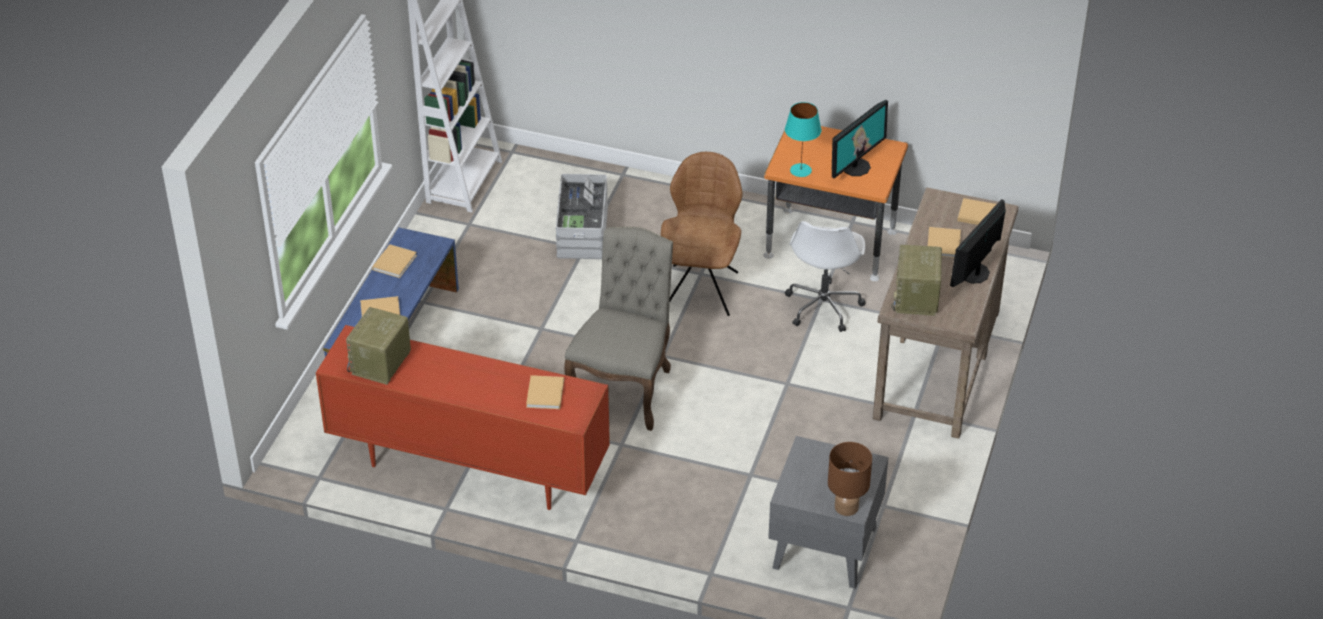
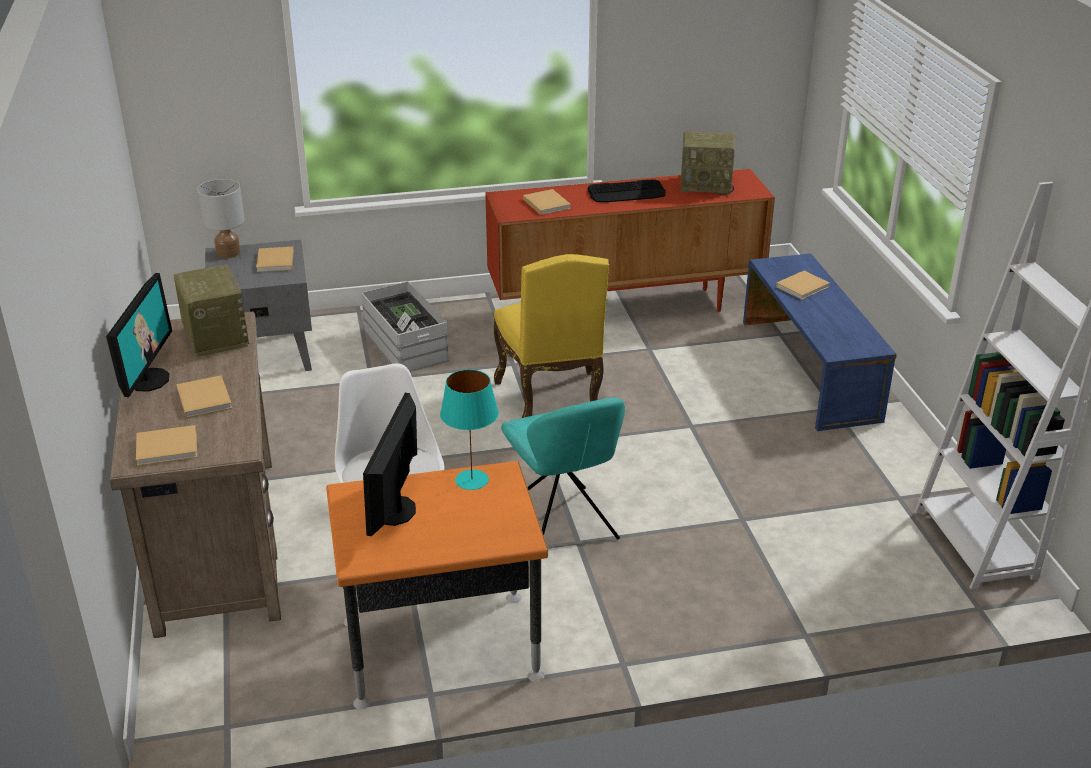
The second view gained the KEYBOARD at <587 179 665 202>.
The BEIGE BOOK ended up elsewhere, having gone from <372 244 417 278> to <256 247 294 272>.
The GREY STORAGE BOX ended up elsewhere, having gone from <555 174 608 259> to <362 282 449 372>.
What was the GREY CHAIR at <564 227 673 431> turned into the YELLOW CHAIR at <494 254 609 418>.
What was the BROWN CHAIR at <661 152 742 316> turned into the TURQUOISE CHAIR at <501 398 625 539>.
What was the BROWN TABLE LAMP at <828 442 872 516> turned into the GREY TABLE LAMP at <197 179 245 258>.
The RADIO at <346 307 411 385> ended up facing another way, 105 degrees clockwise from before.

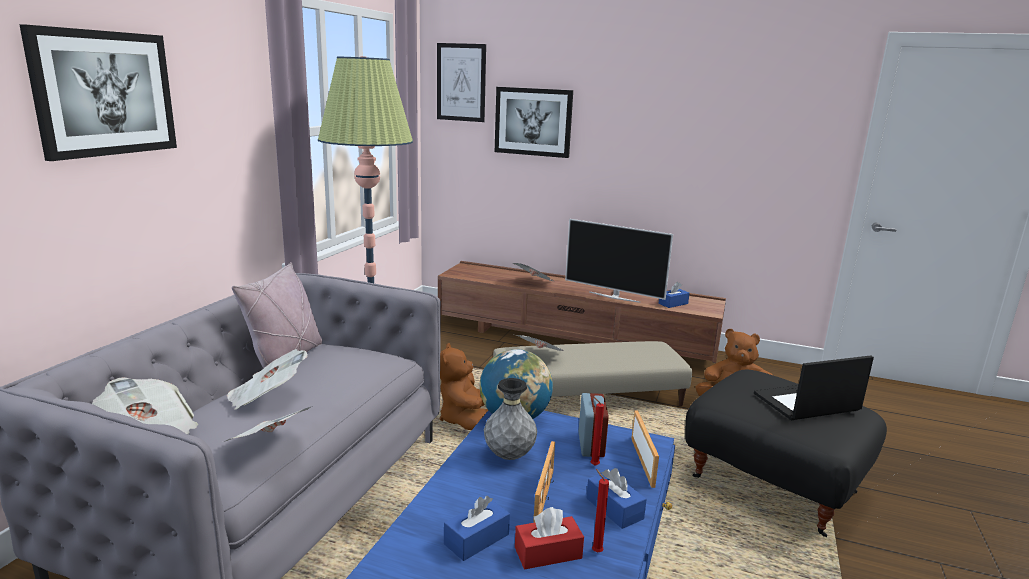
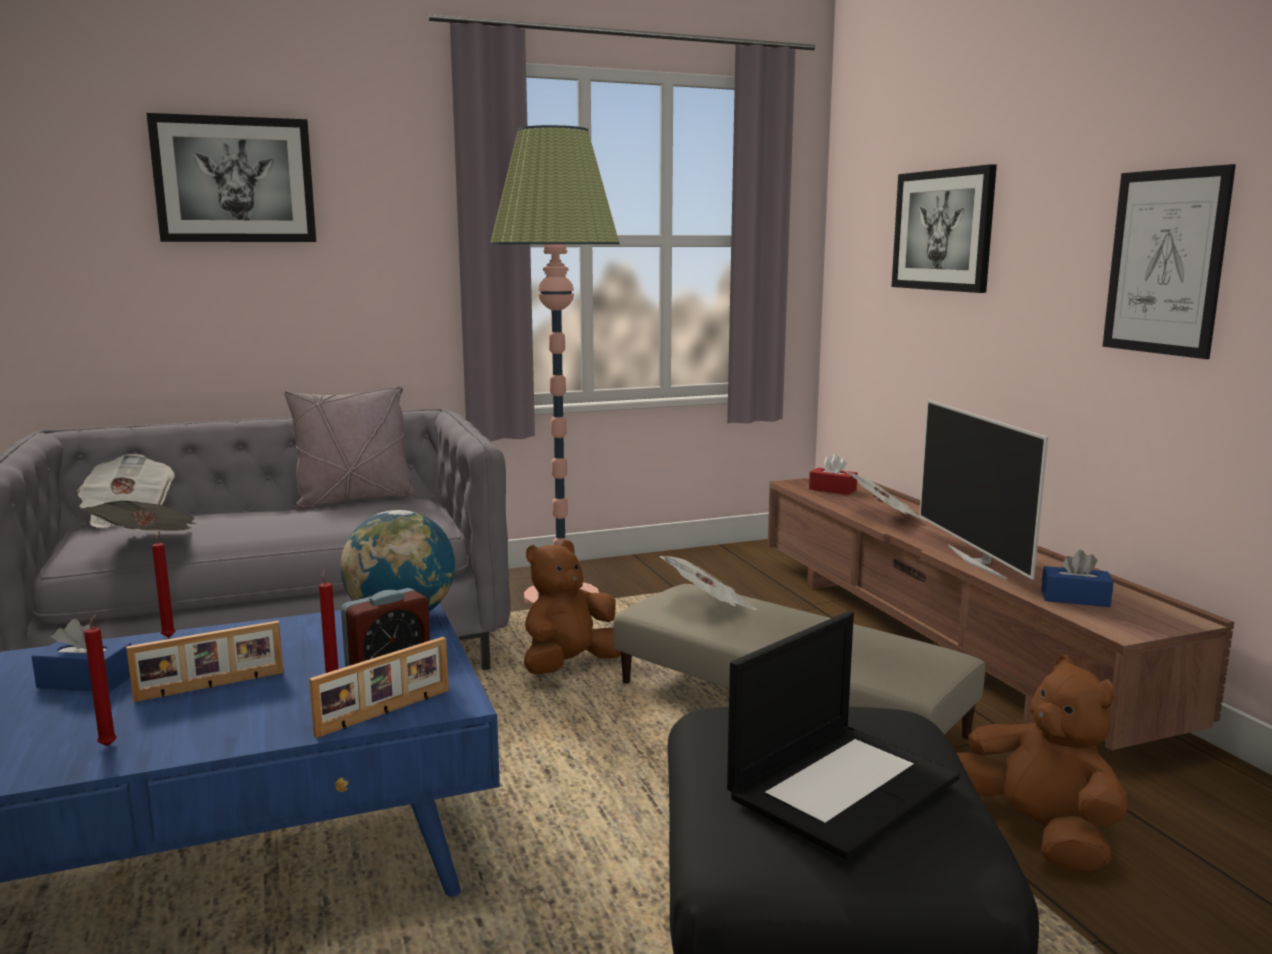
The second view lost the NEWSPAPER at <227 349 308 410>.
The second view lost the GREY VASE at <484 378 537 460>.
The second view lost the BLUE TISSUE BOX at <586 468 647 529>.
The second view gained the RED CANDLE at <152 531 176 637>.
The PICTURE ended up elsewhere, having gone from <437 43 486 122> to <1103 164 1236 359>.
The RED TISSUE BOX ended up elsewhere, having gone from <515 507 584 569> to <809 454 857 495>.
The LAPTOP at <754 355 874 420> ended up facing another way, 105 degrees clockwise from before.

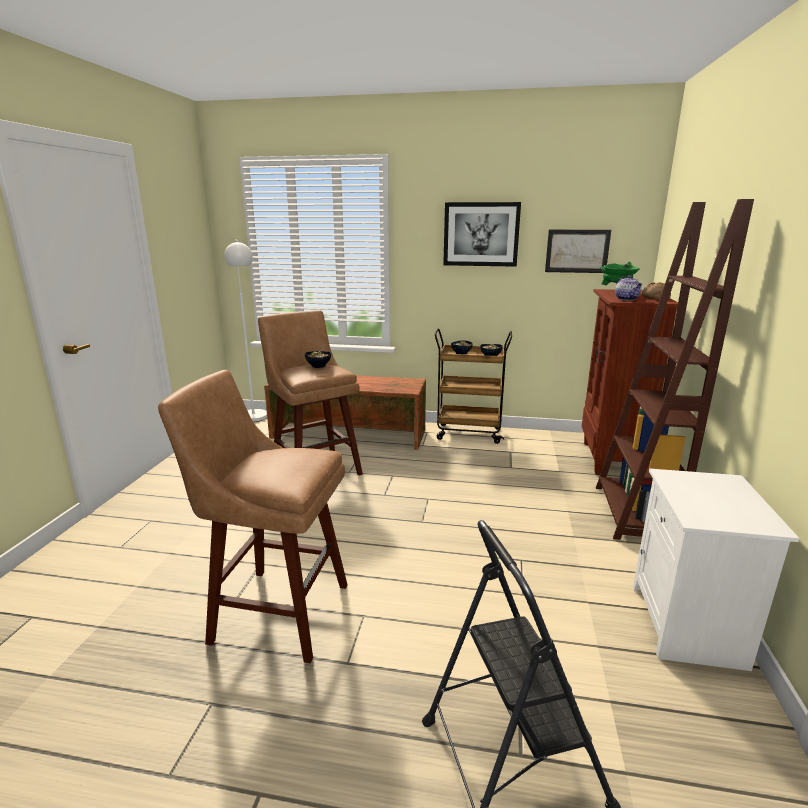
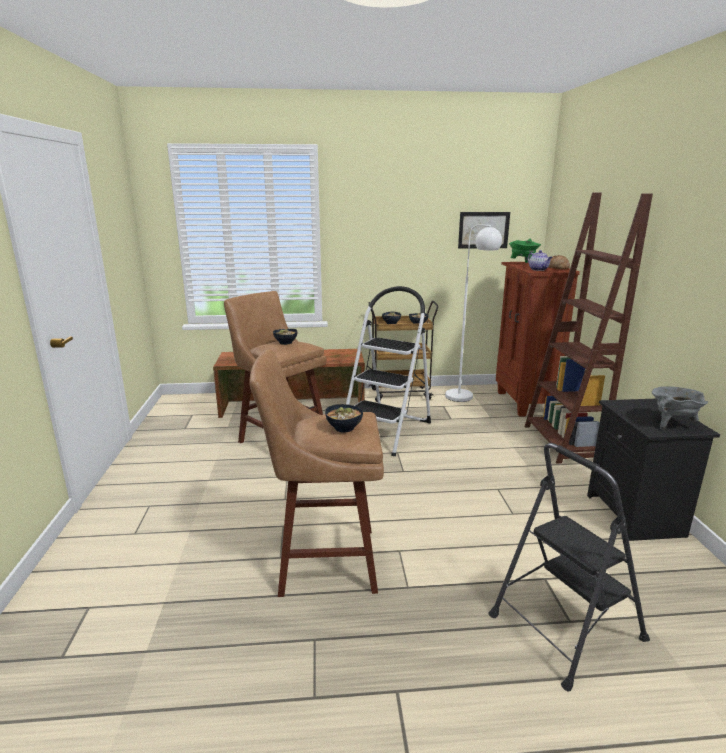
The second view lost the PICTURE at <443 202 521 267>.
The second view gained the BOWL at <325 404 363 433>.
The second view gained the STEP LADDER at <346 286 431 456>.
The second view gained the GREY COOKING POT at <652 386 708 430>.
The WHITE FLOOR LAMP ended up elsewhere, having gone from <225 240 267 422> to <445 224 502 402>.
What was the WHITE NIGHTSTAND at <633 469 800 671> turned into the BLACK NIGHTSTAND at <587 399 720 541>.

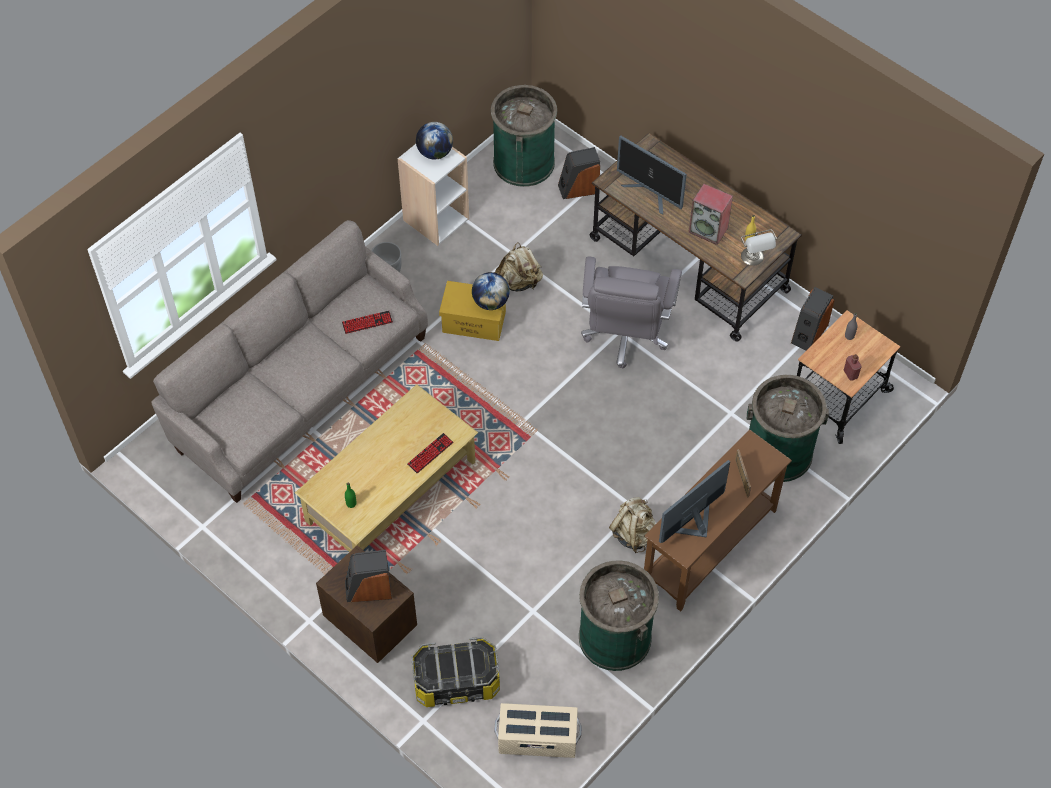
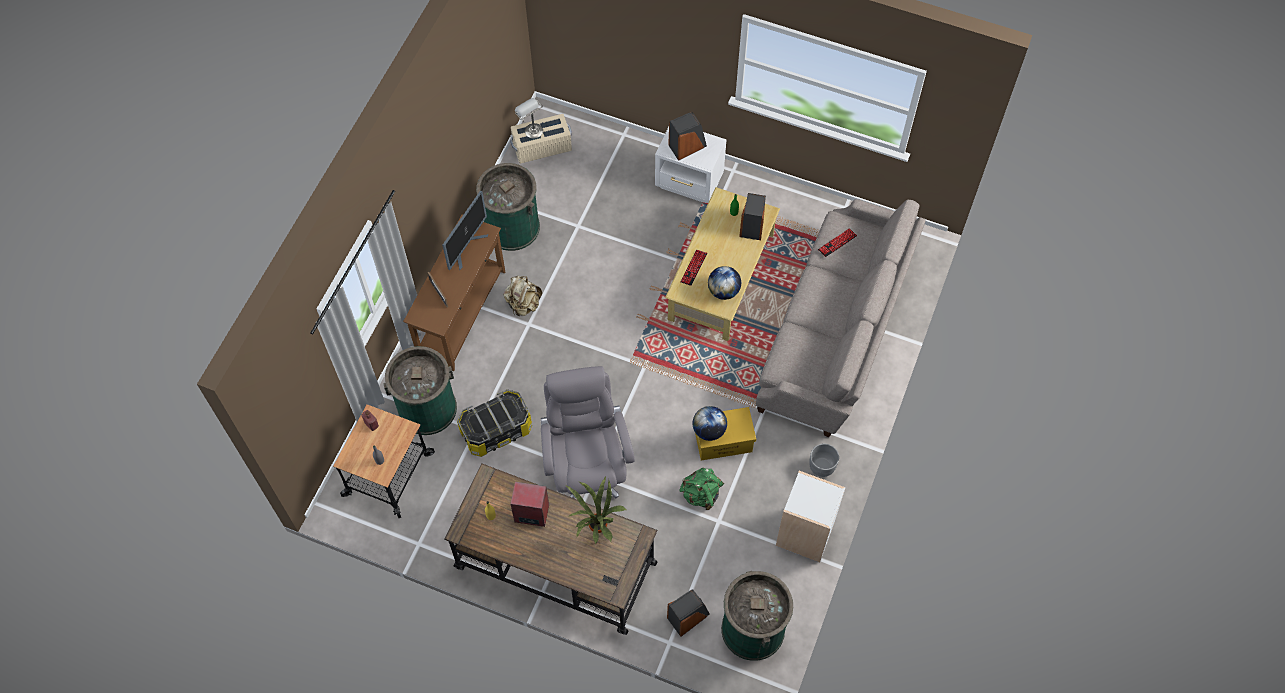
The KEYBOARD ended up elsewhere, having gone from <342 311 393 334> to <818 228 857 257>.
The STORAGE BOX ended up elsewhere, having gone from <411 637 500 707> to <457 389 532 457>.
The GLOBE ended up elsewhere, having gone from <416 122 453 160> to <708 266 741 300>.
The WHITE TABLE LAMP ended up elsewhere, having gone from <741 229 777 266> to <515 98 543 138>.
The SPEAKER ended up elsewhere, having gone from <791 287 834 351> to <739 193 766 240>.
Where the MONITOR stood at <617 135 687 215>, the POTTED PLANT came to stand at <565 475 628 545>.
What was the BROWN NIGHTSTAND at <316 545 417 663> turned into the WHITE NIGHTSTAND at <655 127 726 203>.
What was the BEIGE BACKPACK at <495 243 543 291> turned into the GREEN BACKPACK at <680 468 724 510>.

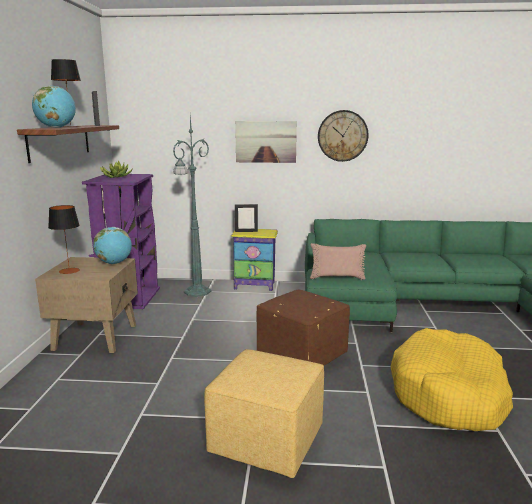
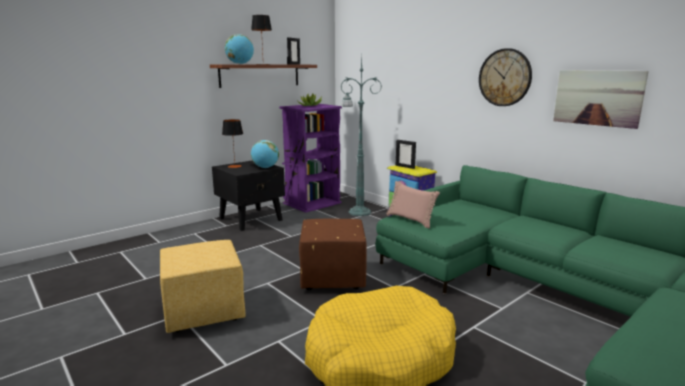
The PICTURE ended up elsewhere, having gone from <235 121 297 163> to <553 70 649 129>.
What was the BEIGE NIGHTSTAND at <35 257 138 353> turned into the BLACK NIGHTSTAND at <212 161 285 231>.

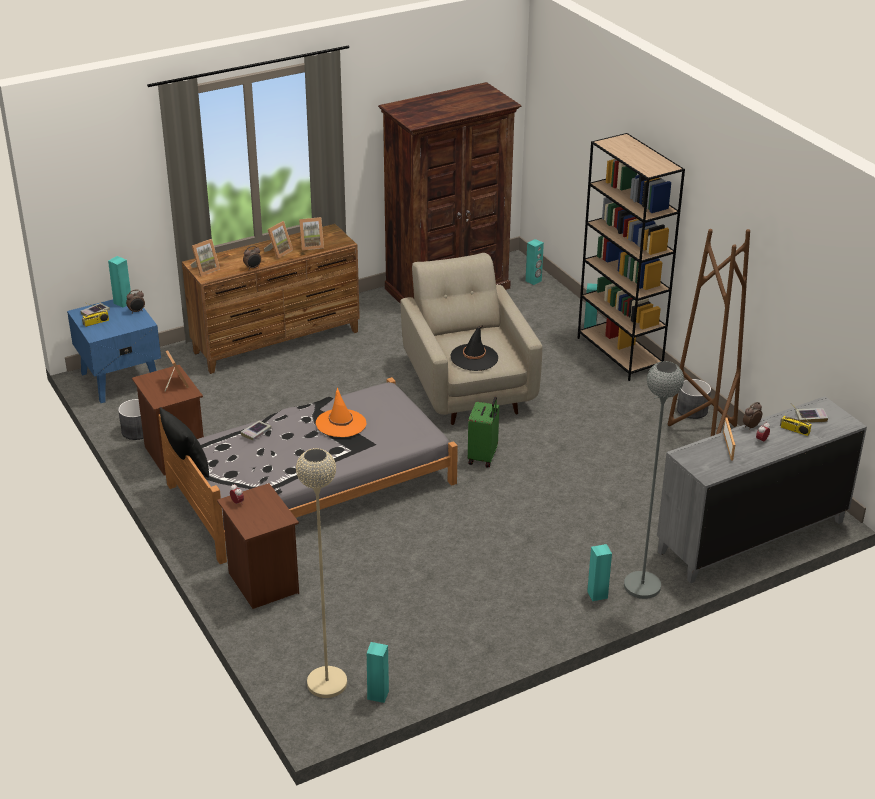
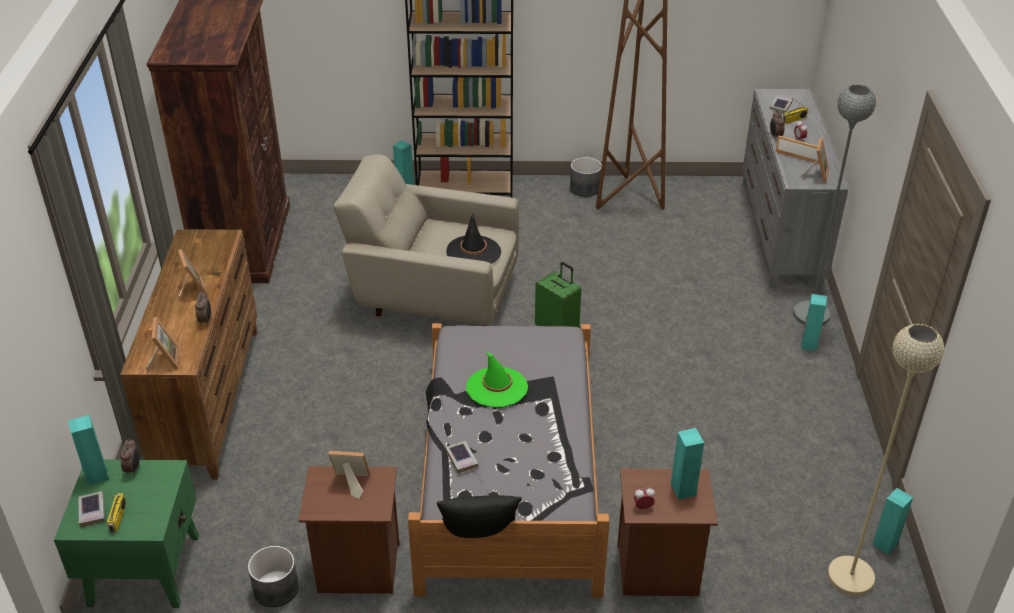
The PICTURE FRAME ended up elsewhere, having gone from <299 217 324 250> to <800 137 829 183>.
The TURQUOISE SPEAKER ended up elsewhere, having gone from <526 239 544 285> to <671 428 704 500>.
What was the BLUE NIGHTSTAND at <67 300 161 403> turned into the GREEN NIGHTSTAND at <54 460 199 608>.
What was the ORANGE HAT at <316 388 366 437> turned into the GREEN HAT at <466 352 528 407>.

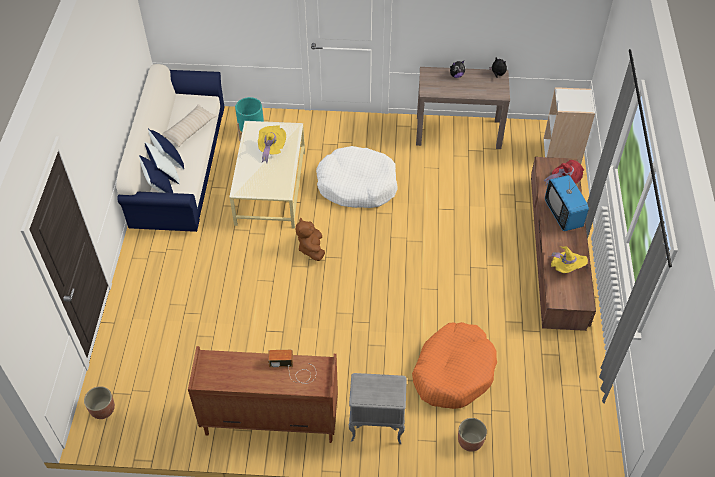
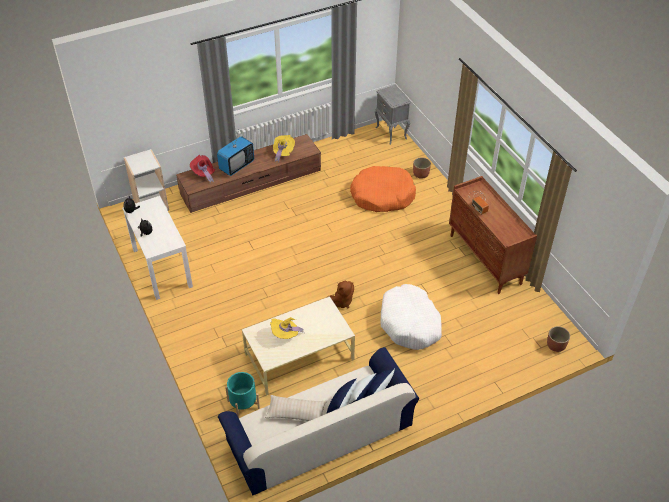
The WHITE DOG BED ended up elsewhere, having gone from <316 146 397 208> to <380 284 442 350>.
The GREY NIGHTSTAND ended up elsewhere, having gone from <349 373 407 444> to <375 85 411 145>.
What was the BROWN CONSOLE TABLE at <416 67 510 149> turned into the WHITE CONSOLE TABLE at <122 196 193 300>.

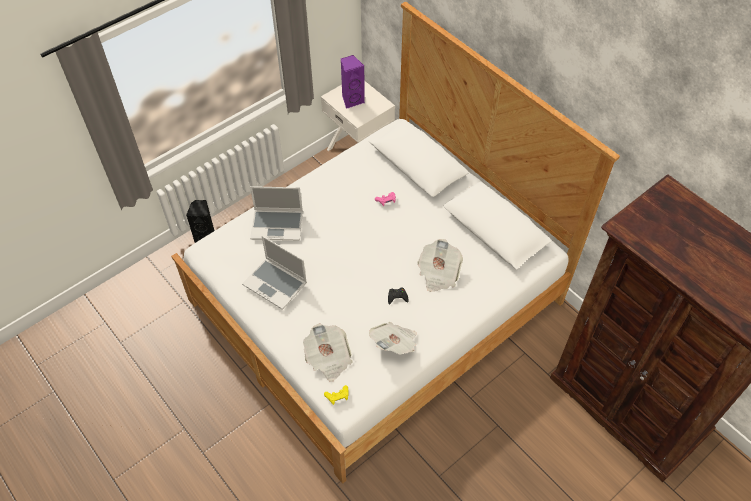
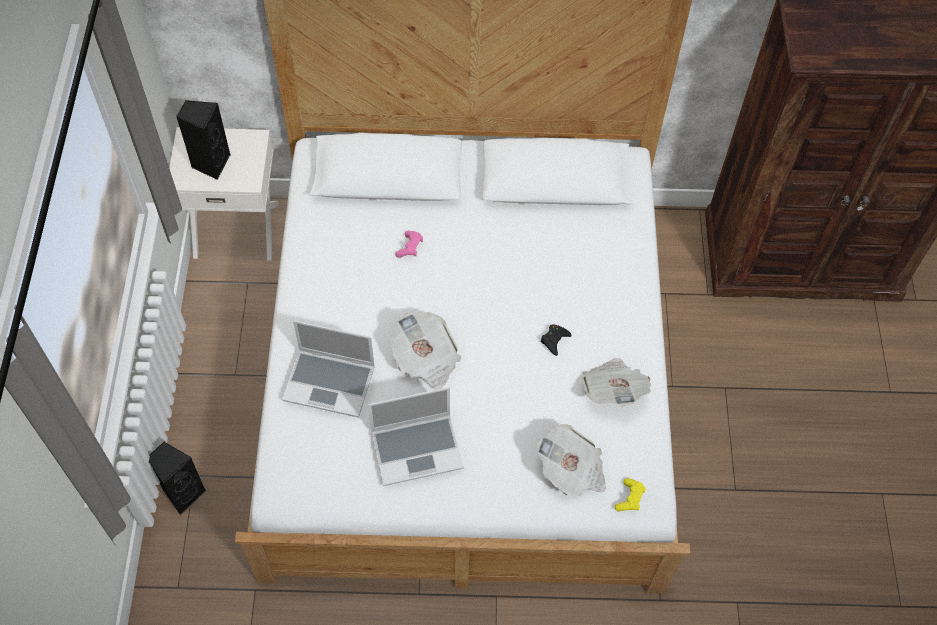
The NEWSPAPER ended up elsewhere, having gone from <418 239 463 292> to <390 312 461 390>.
What was the PURPLE SPEAKER at <341 55 365 109> turned into the BLACK SPEAKER at <176 100 231 180>.
The LAPTOP at <250 186 303 241> ended up facing another way, 60 degrees clockwise from before.

